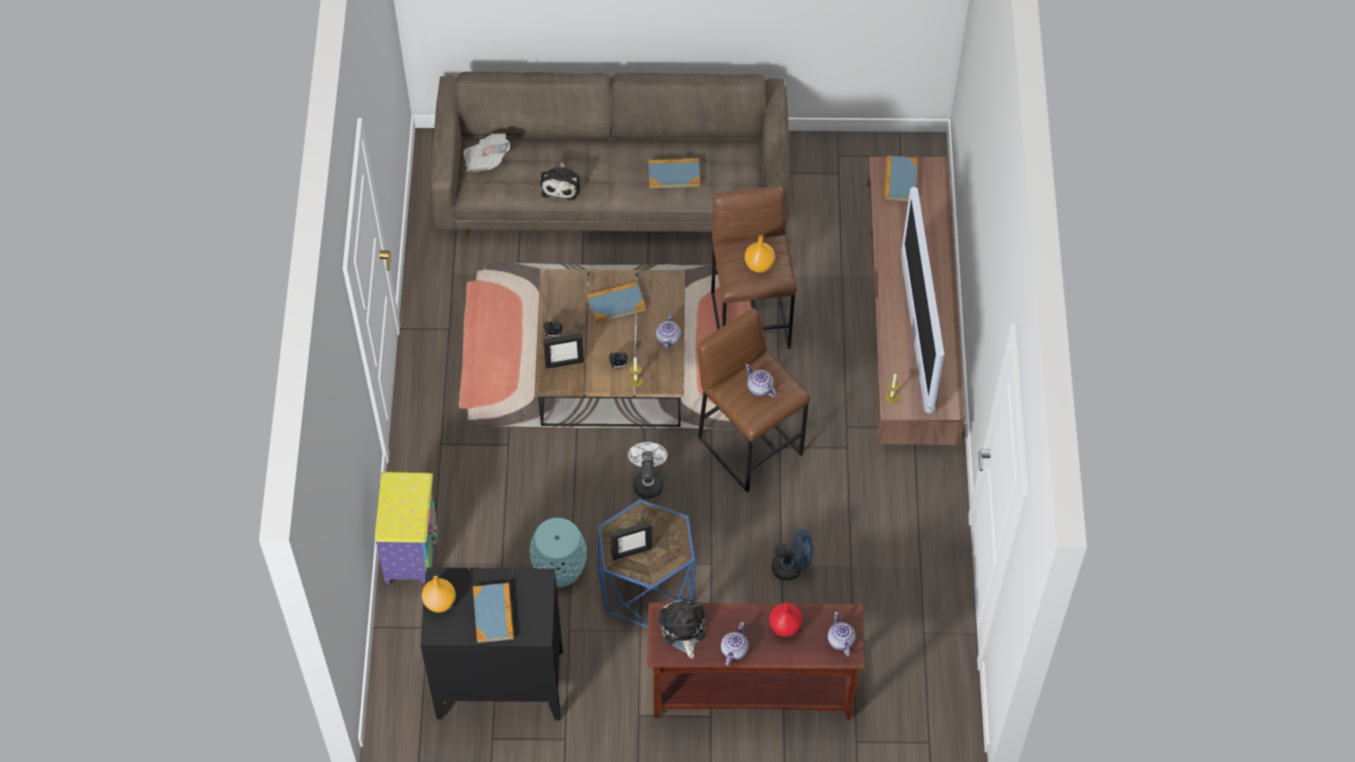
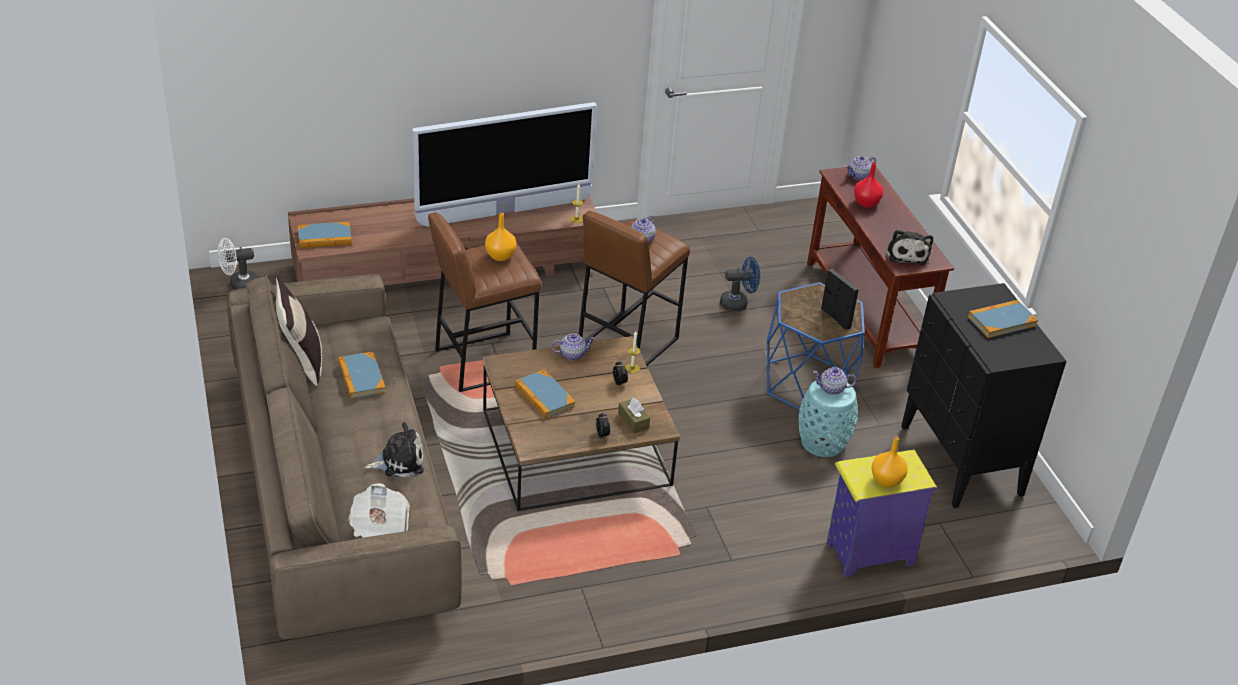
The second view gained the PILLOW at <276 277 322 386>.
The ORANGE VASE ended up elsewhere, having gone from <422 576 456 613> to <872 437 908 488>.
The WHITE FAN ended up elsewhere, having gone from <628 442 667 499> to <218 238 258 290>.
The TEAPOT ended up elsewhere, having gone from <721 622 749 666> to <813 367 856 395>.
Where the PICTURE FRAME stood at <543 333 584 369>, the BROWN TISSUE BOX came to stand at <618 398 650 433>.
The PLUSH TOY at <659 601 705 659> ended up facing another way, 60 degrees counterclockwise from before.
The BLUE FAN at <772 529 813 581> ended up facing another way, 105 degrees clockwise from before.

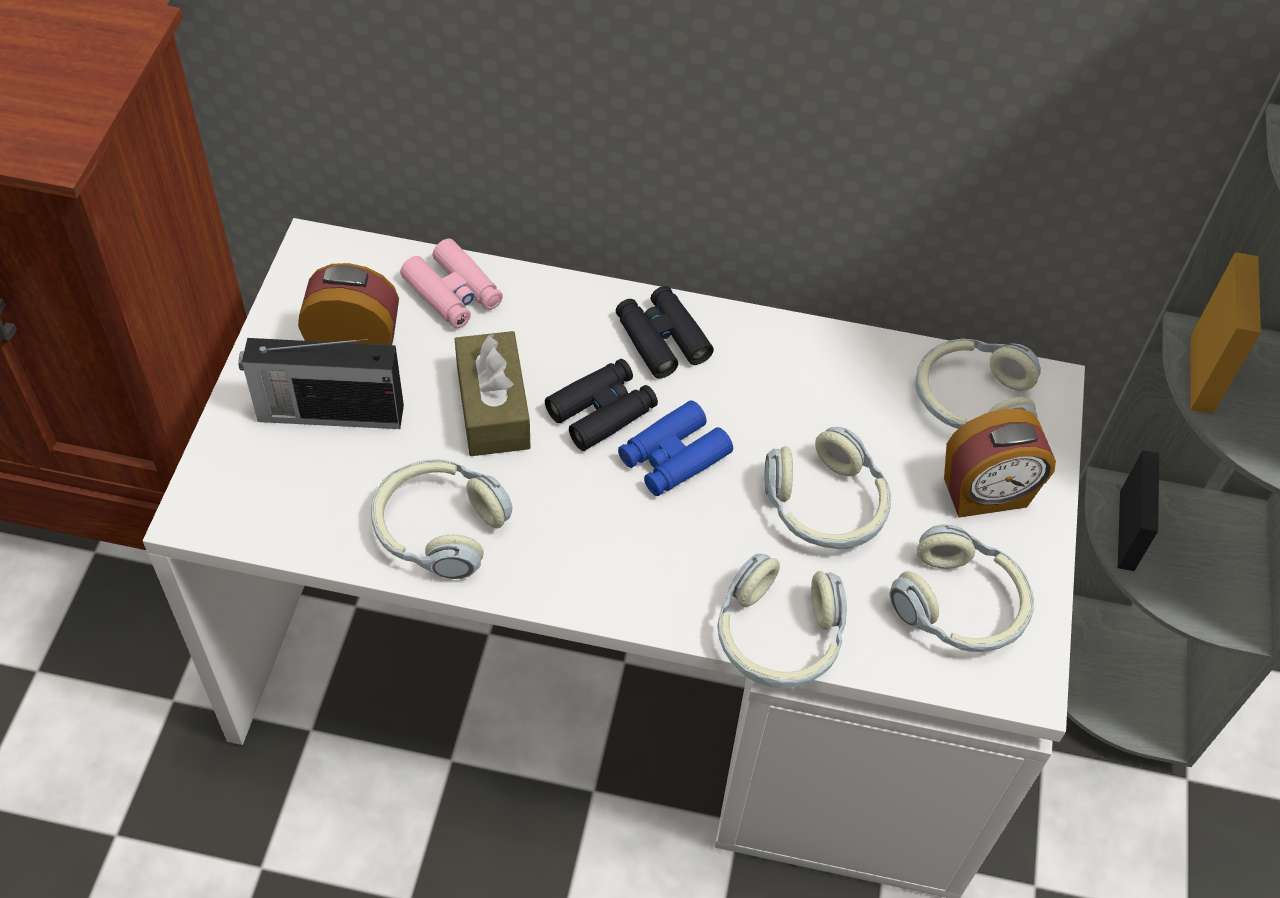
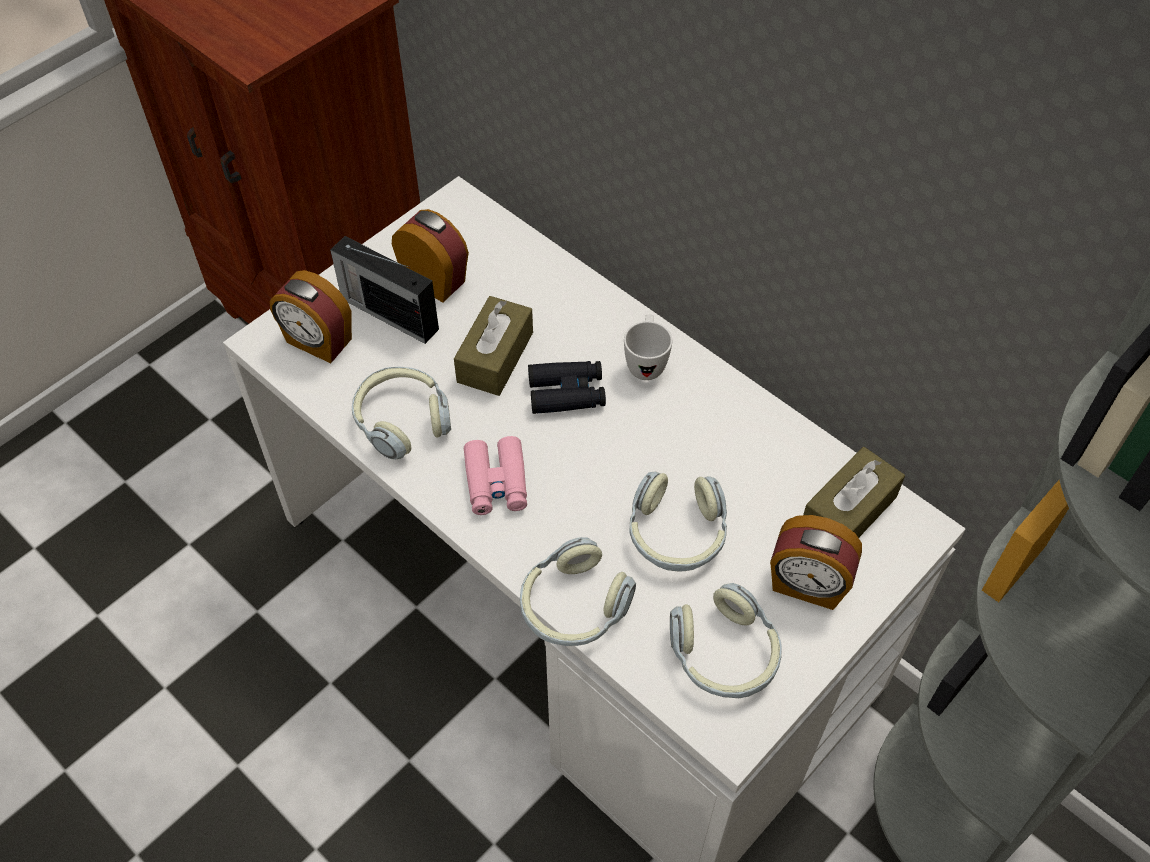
The second view lost the BLUE BINOCULARS at <618 400 733 496>.
The second view gained the ALARM CLOCK at <270 270 352 363>.
The PINK BINOCULARS ended up elsewhere, having gone from <400 238 503 329> to <464 436 527 515>.
Where the BLACK BINOCULARS stood at <616 286 714 379>, the WHITE MUG came to stand at <624 314 672 380>.
Where the HEADPHONES stood at <915 339 1041 429>, the BROWN TISSUE BOX came to stand at <803 447 905 538>.

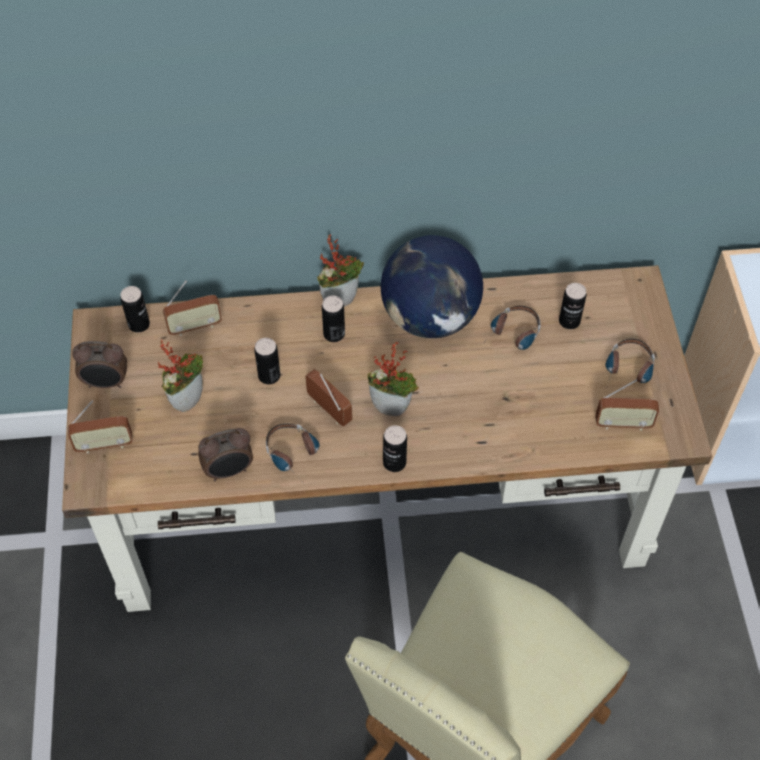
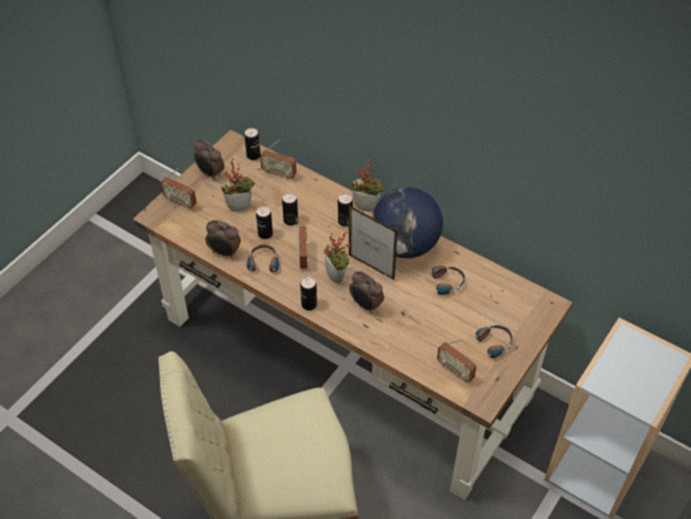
The second view gained the PICTURE FRAME at <349 205 398 280>.
The second view gained the ALARM CLOCK at <349 271 384 313>.
The CAN ended up elsewhere, having gone from <559 283 587 329> to <256 206 273 239>.

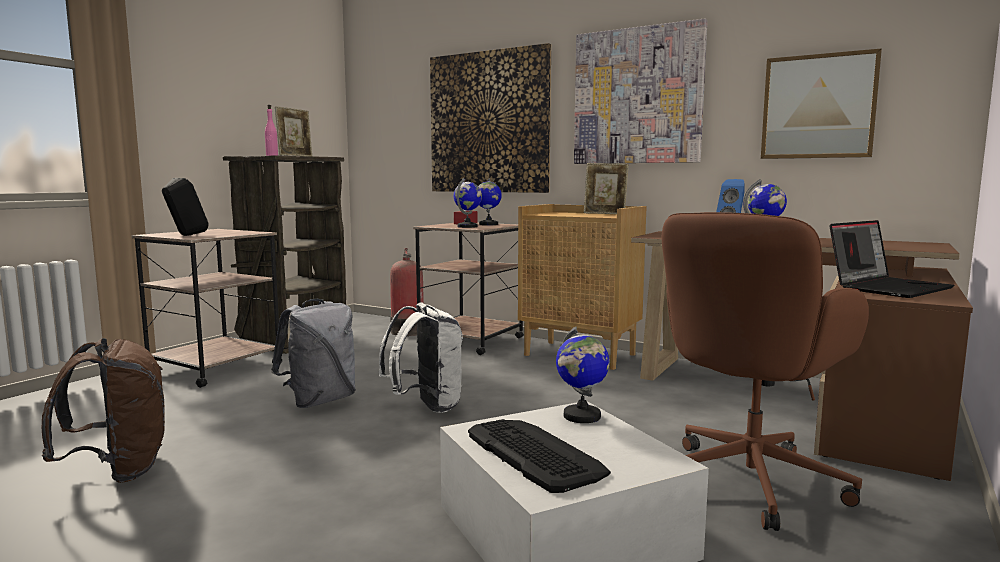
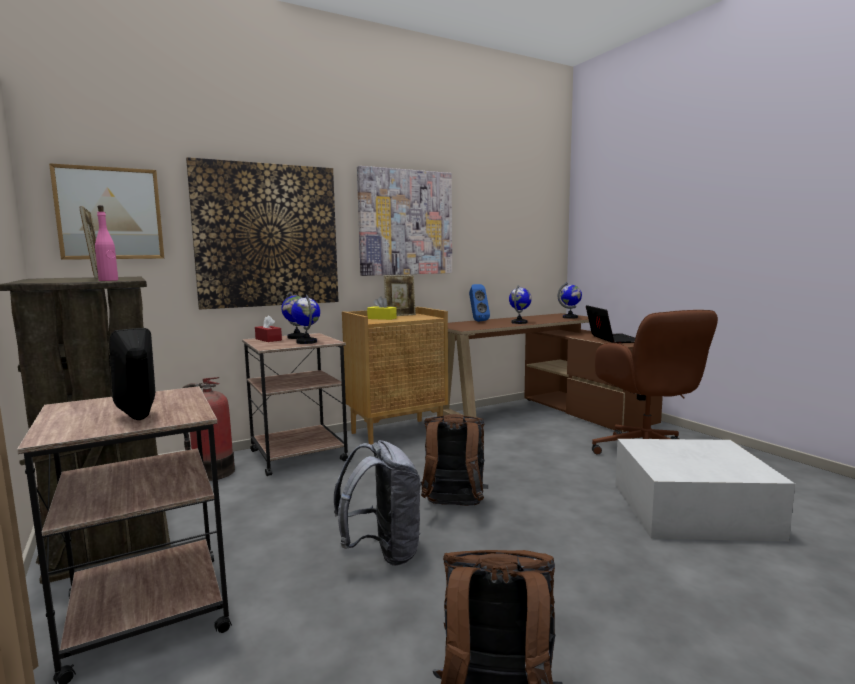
The second view lost the KEYBOARD at <468 419 611 493>.
The second view gained the YELLOW TISSUE BOX at <367 296 397 320>.
The GLOBE ended up elsewhere, having gone from <556 327 609 423> to <558 282 582 319>.
The PICTURE ended up elsewhere, having gone from <761 48 882 159> to <49 163 164 260>.
What was the WHITE BACKPACK at <378 302 463 413> turned into the BROWN BACKPACK at <420 414 488 506>.

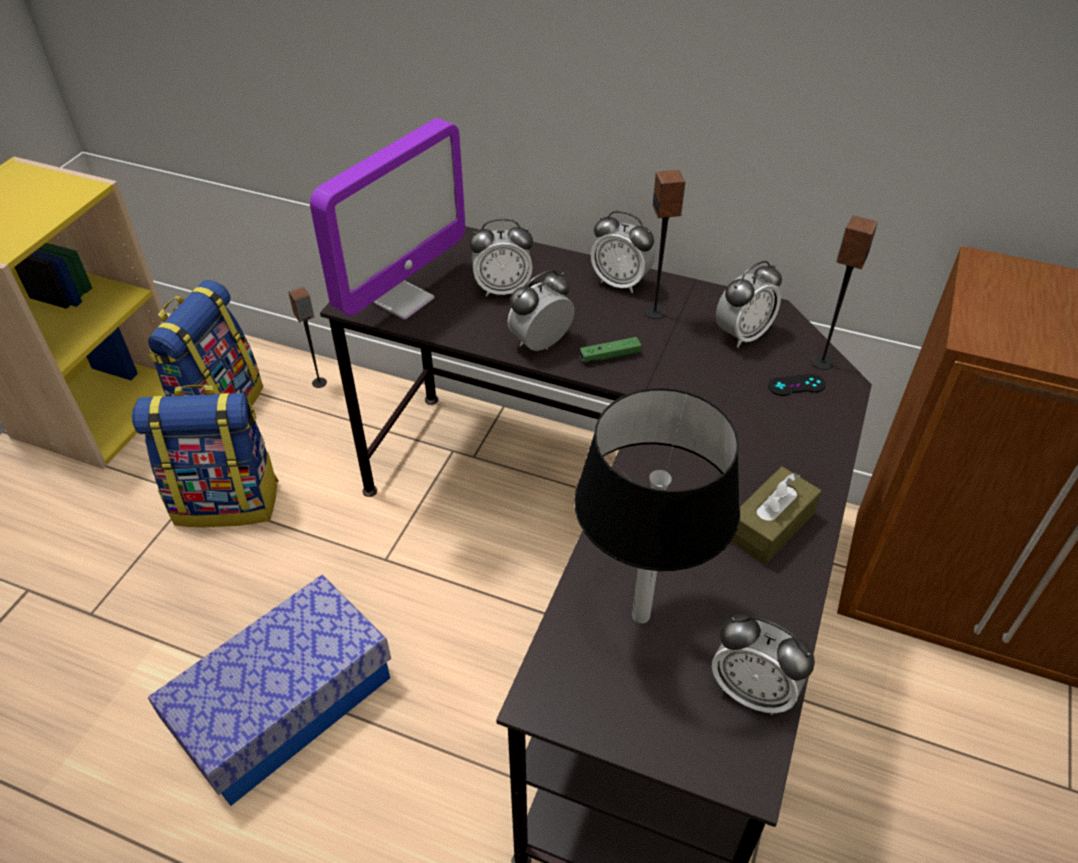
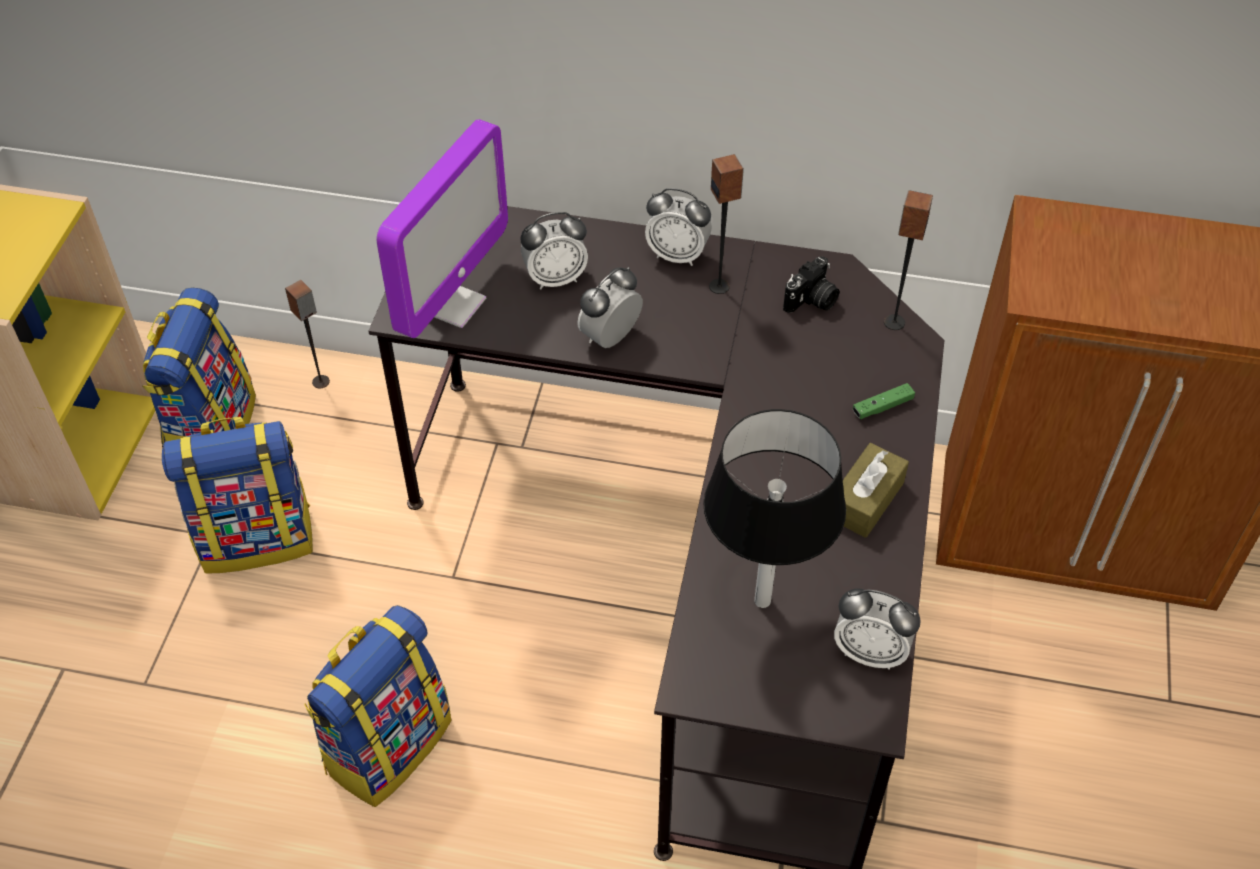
The second view lost the BLACK GAME CONTROLLER at <768 374 826 396>.
The GREEN GAME CONTROLLER ended up elsewhere, having gone from <580 337 641 362> to <853 383 915 419>.
Where the STORAGE BOX stood at <148 575 391 806>, the BACKPACK came to stand at <305 605 452 807>.
Where the ALARM CLOCK stood at <716 261 782 348>, the PHOTO CAMERA came to stand at <783 256 839 313>.

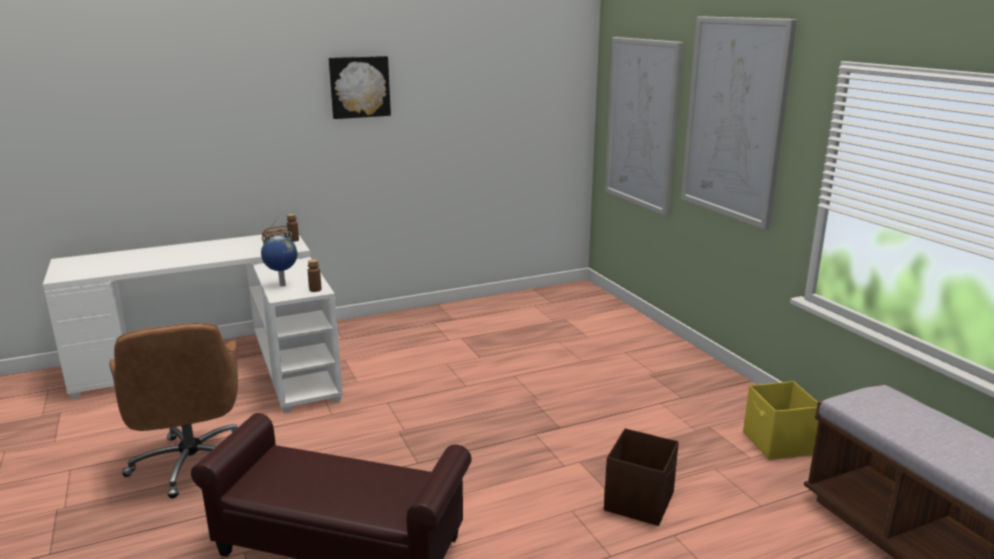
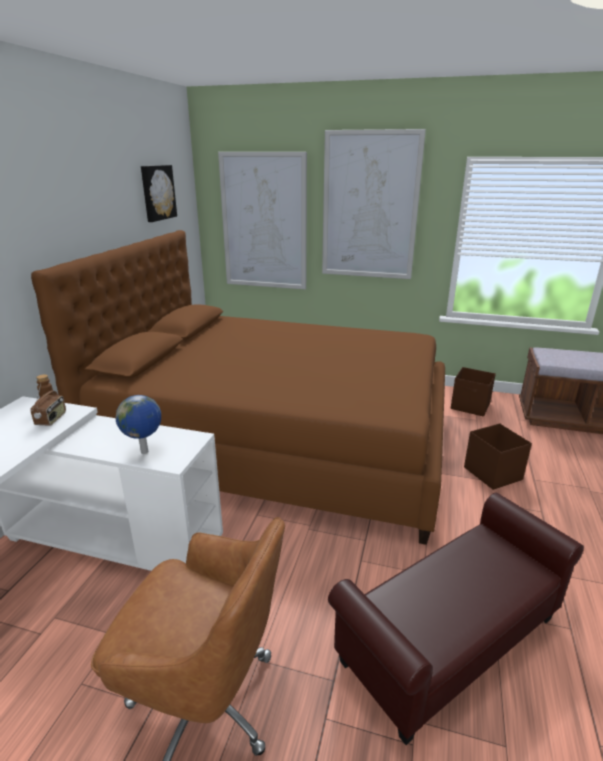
The second view lost the BROWN BOTTLE at <308 259 322 292>.
The second view gained the BROWN BED at <31 230 445 545>.
The PICTURE ended up elsewhere, having gone from <329 56 391 119> to <141 165 177 222>.
What was the YELLOW STORAGE BOX at <743 381 819 460> turned into the BROWN STORAGE BOX at <451 367 496 417>.

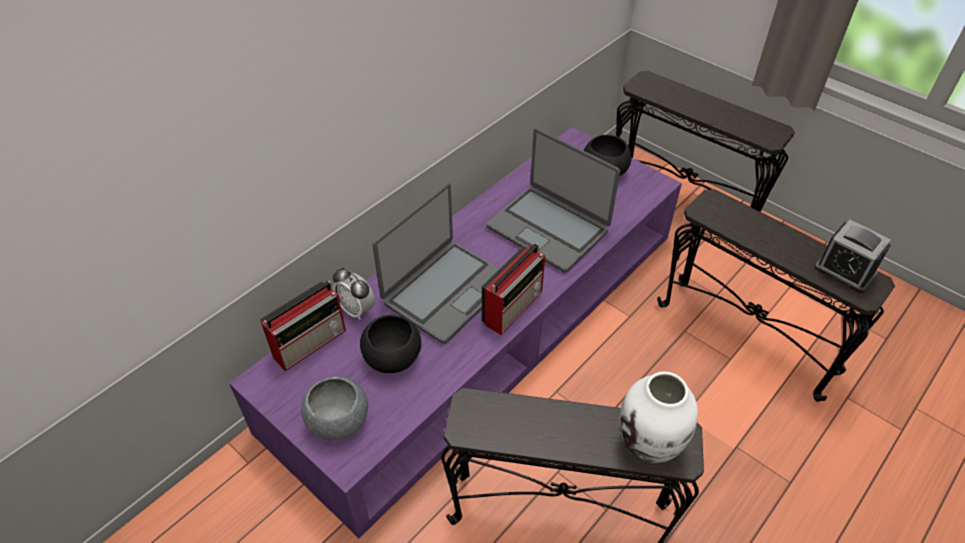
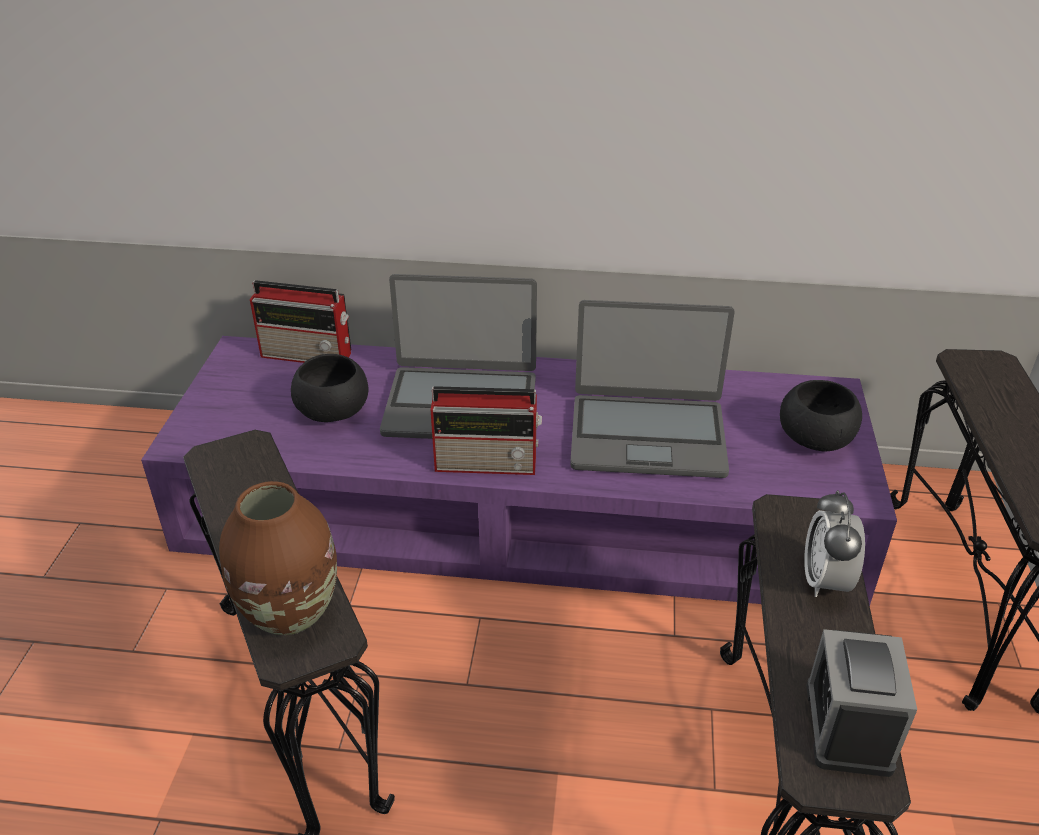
The second view lost the GREY BOWL at <301 376 368 440>.
The ALARM CLOCK ended up elsewhere, having gone from <333 268 375 320> to <804 490 865 597>.
What was the WHITE VASE at <619 372 698 463> turned into the BROWN VASE at <219 481 337 635>.
The LAPTOP at <486 128 620 273> ended up facing another way, 90 degrees counterclockwise from before.

